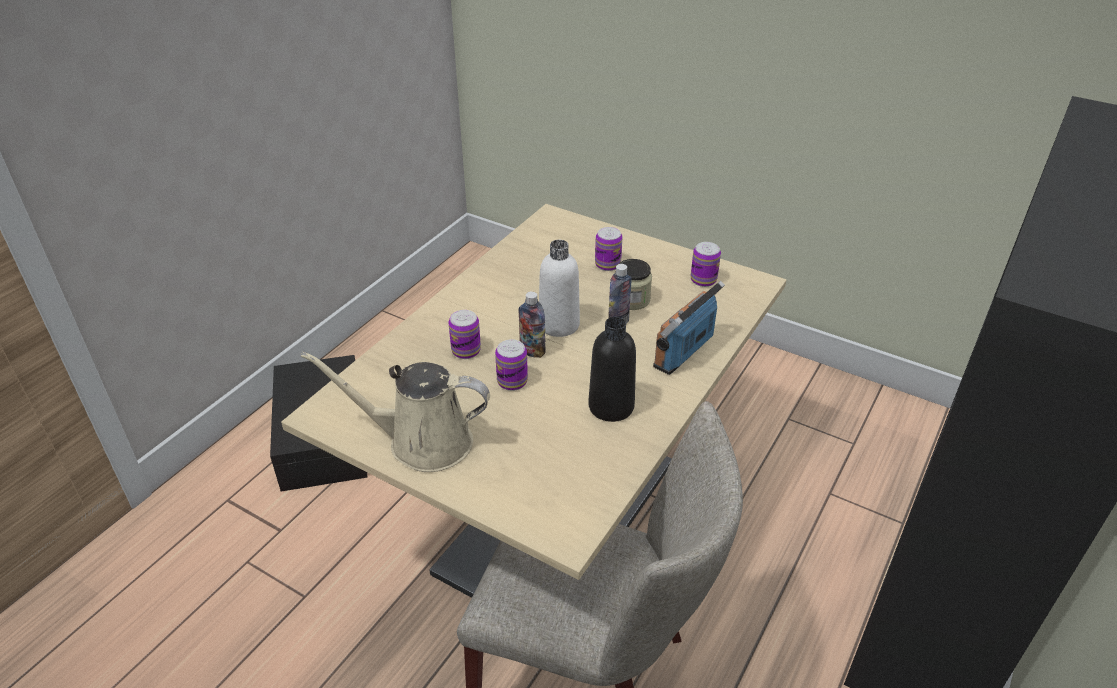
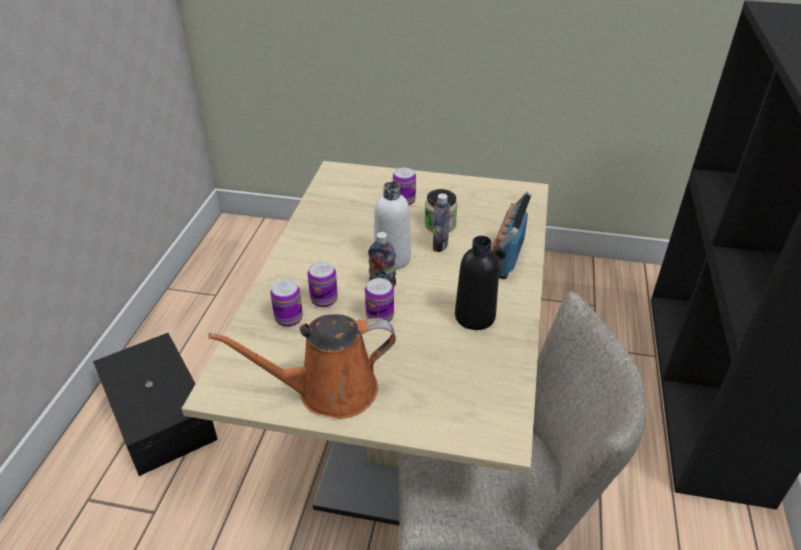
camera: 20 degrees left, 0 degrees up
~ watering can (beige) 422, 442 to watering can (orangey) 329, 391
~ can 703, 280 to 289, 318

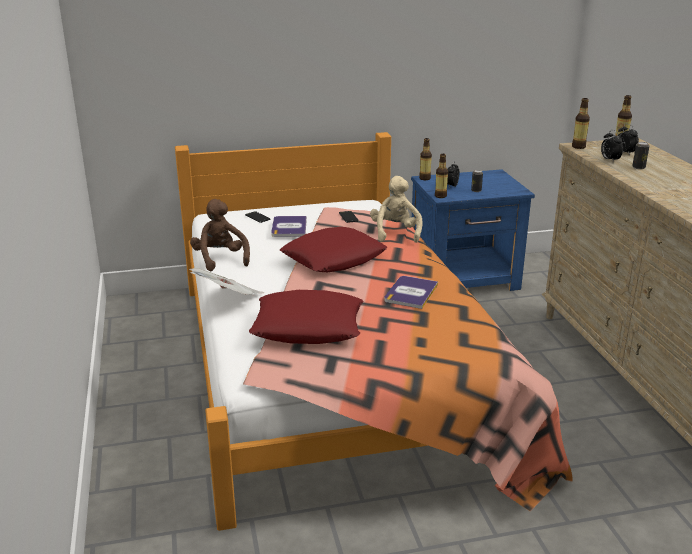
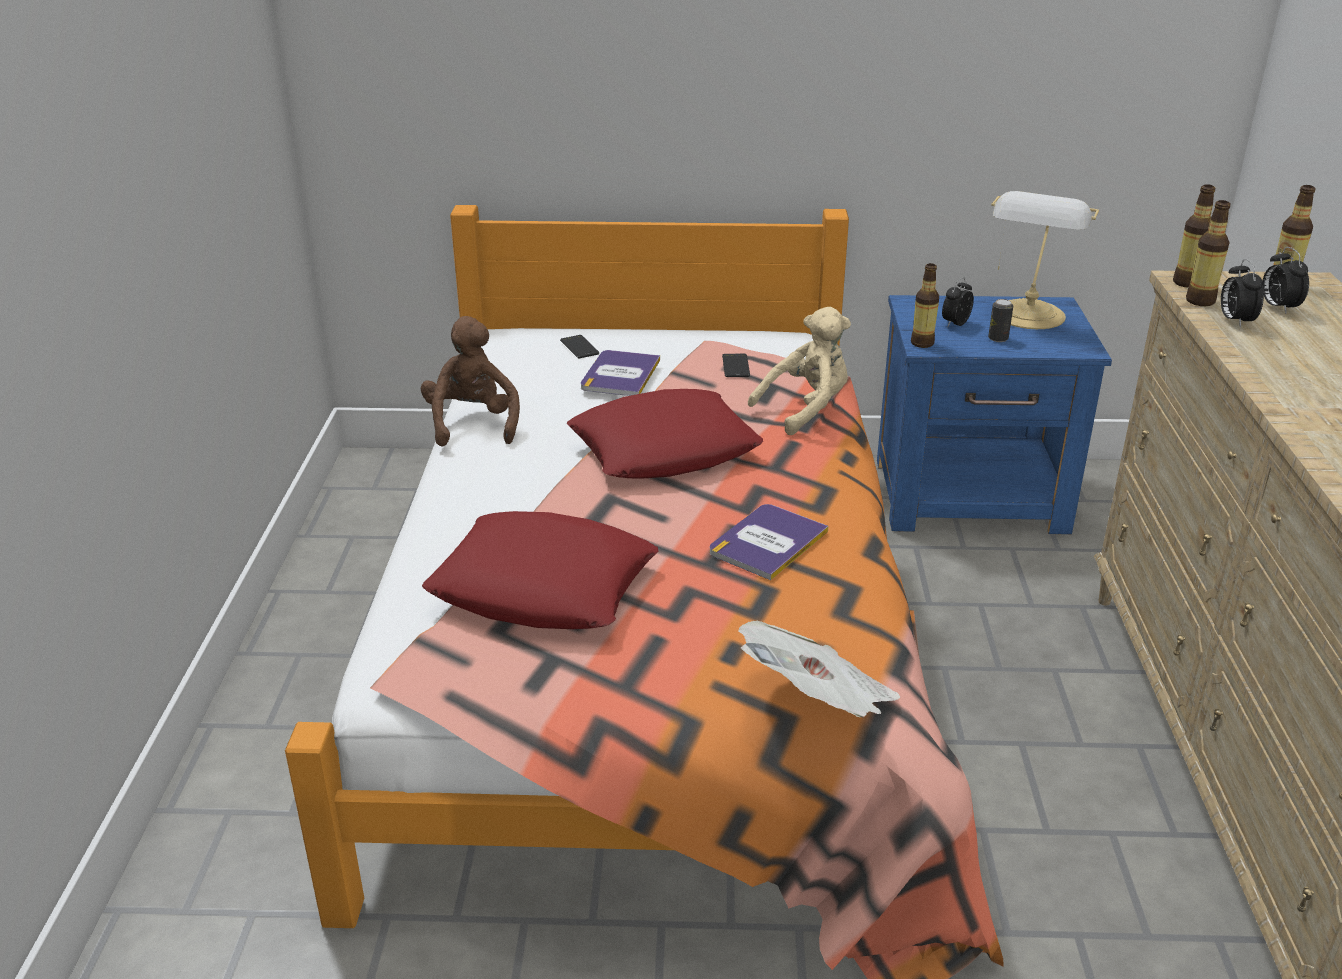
camera: 15 degrees right, 5 degrees up
~ newspaper 228, 299 to 818, 703
~ plush toy (beige) 395, 233 = 806, 409 45 degrees clockwise
+ lamp for a table 1028, 316
~ bottle 424, 178 to 1200, 301
- can 638, 167

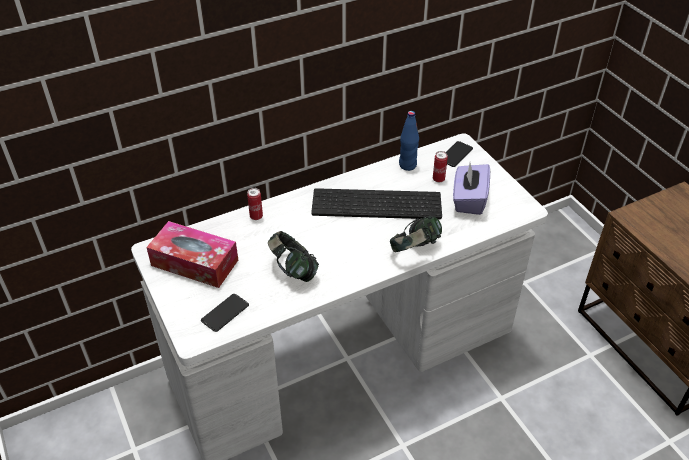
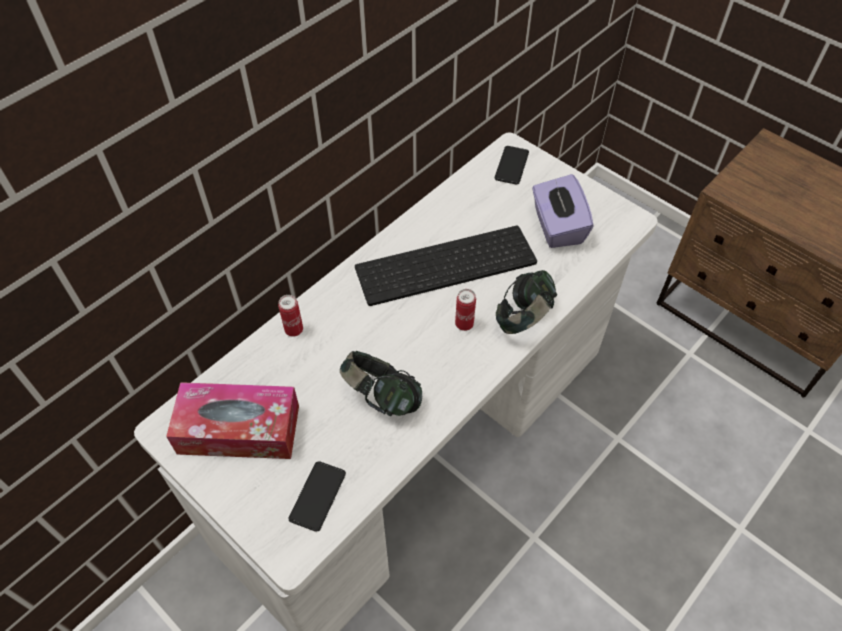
camera: 20 degrees left, 10 degrees up
~ can 438, 179 to 464, 324
- bottle (blue-coloured) 407, 165

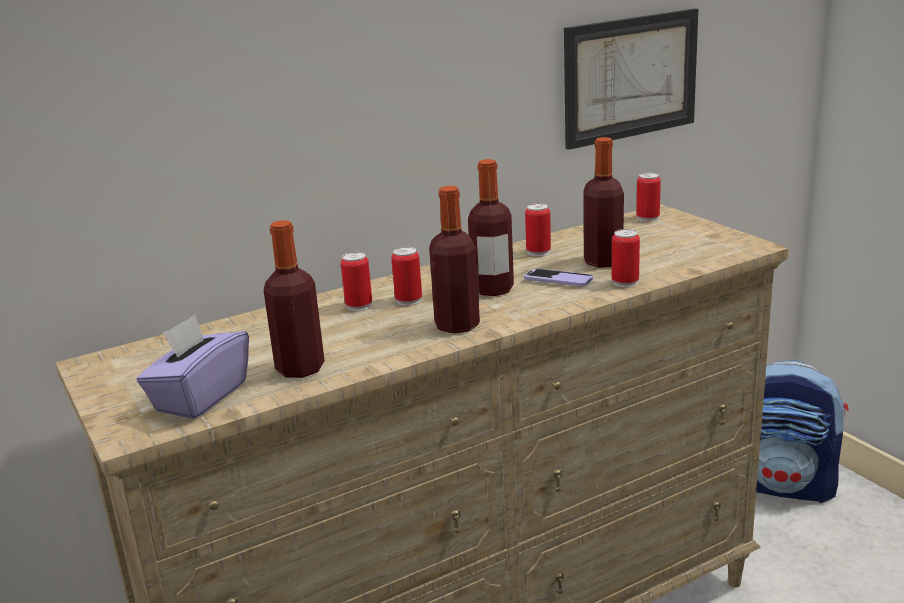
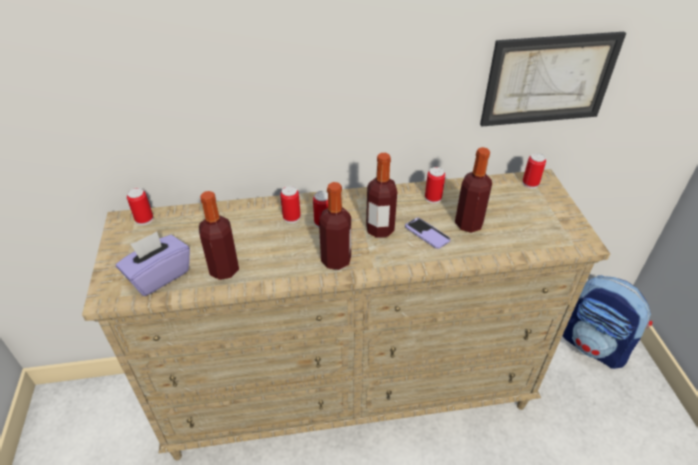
camera: 20 degrees right, 20 degrees up
~ can 625, 282 to 144, 219

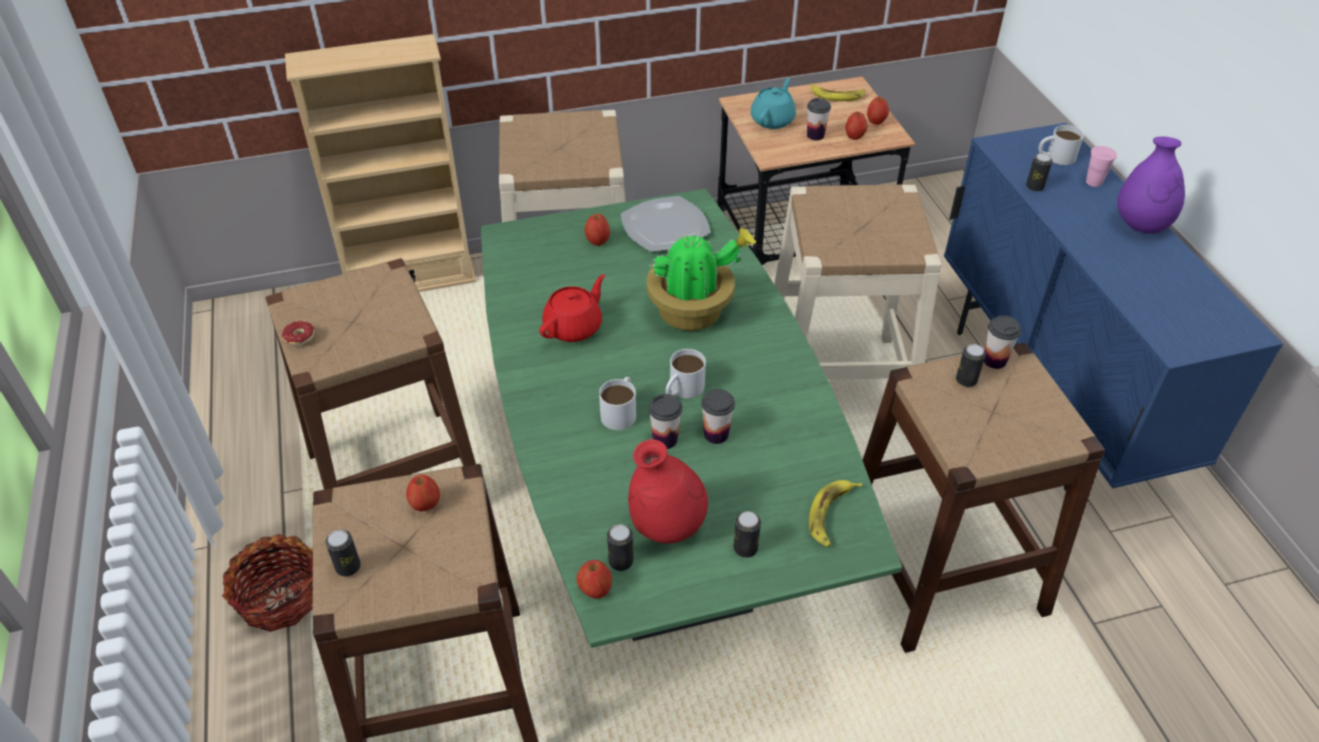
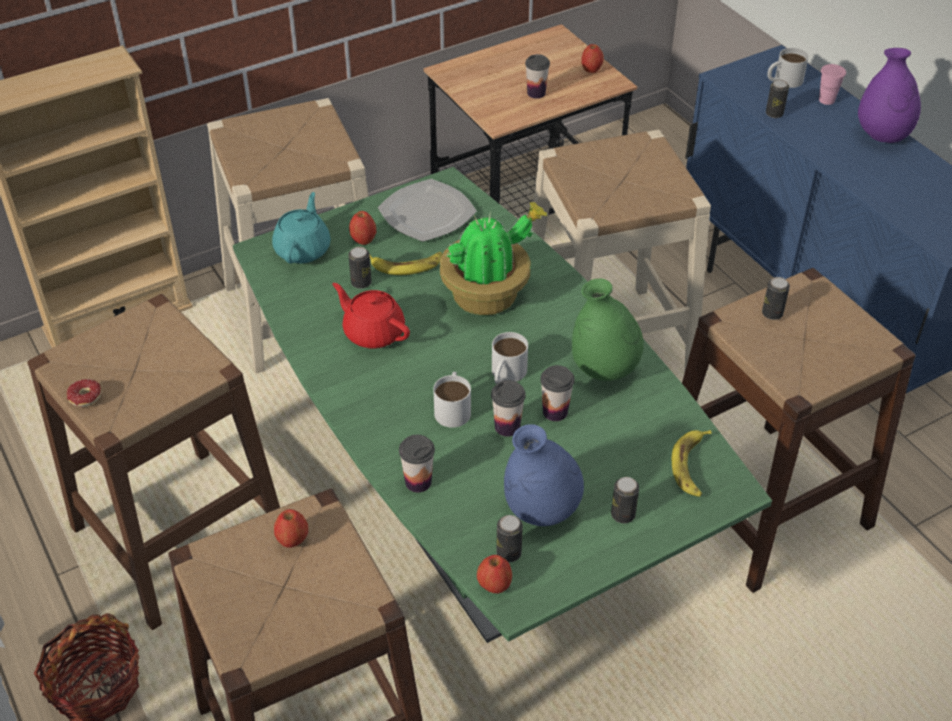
camera: 15 degrees left, 0 degrees up
~ pot for tea (turquoise) 773, 120 to 303, 249
~ pot for tea (reddish) 574, 327 = 373, 332 75 degrees counterclockwise
~ can 348, 567 to 361, 282
~ whole banana 837, 95 to 406, 265
~ cup 994, 360 to 418, 482
~ vase (reddish) 667, 527 to vase (blue-coloured) 541, 511
+ vase (green-coloured) 604, 370
- whole apple 854, 136

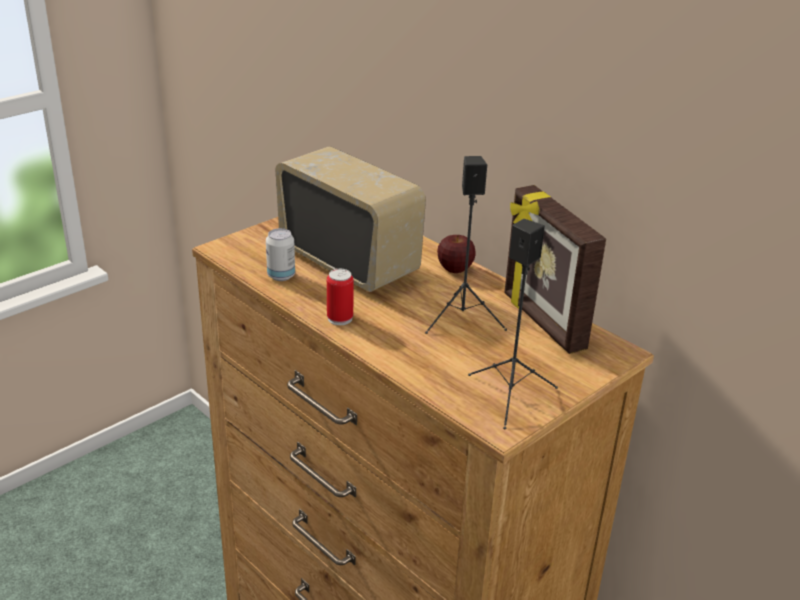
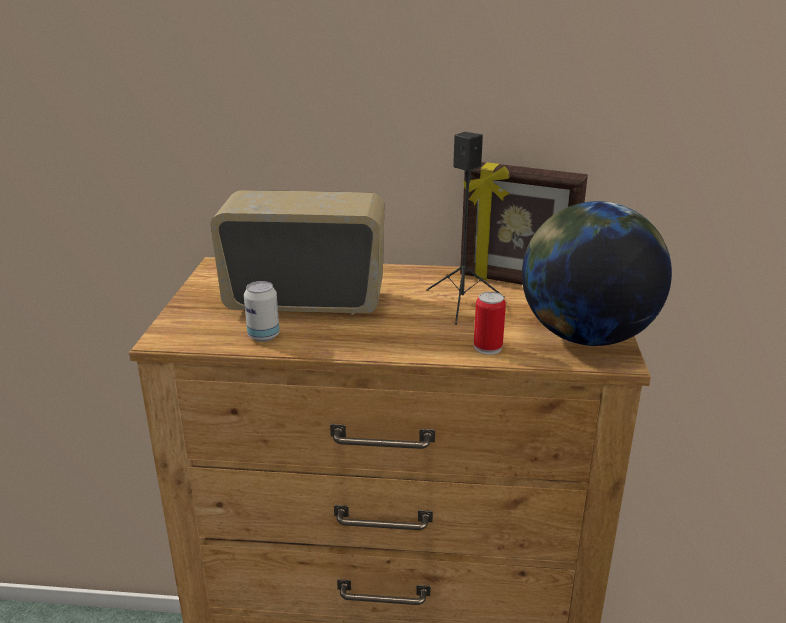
camera: 40 degrees left, 5 degrees down
~ can 340, 318 to 487, 347
~ loudspeaker (blackish) 511, 395 to world globe 585, 336
- whole apple 454, 269

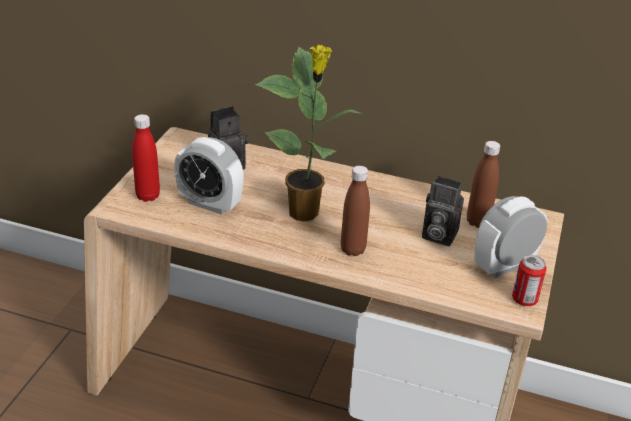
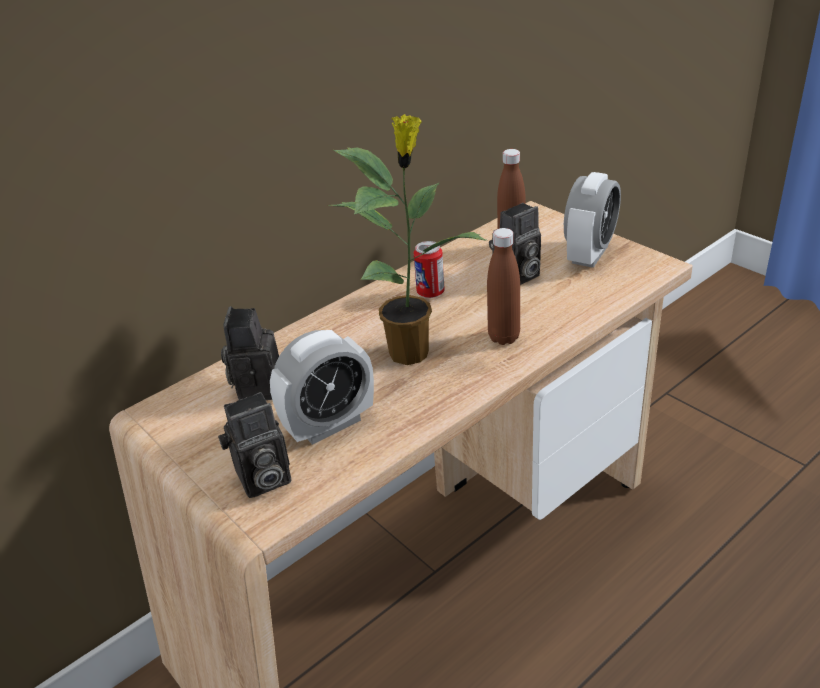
camera: 55 degrees left, 0 degrees up
~ bottle (reddish) 148, 196 to still camera 262, 480
~ can 524, 299 to 430, 292
~ bedside clock 504, 265 = 589, 254 150 degrees counterclockwise

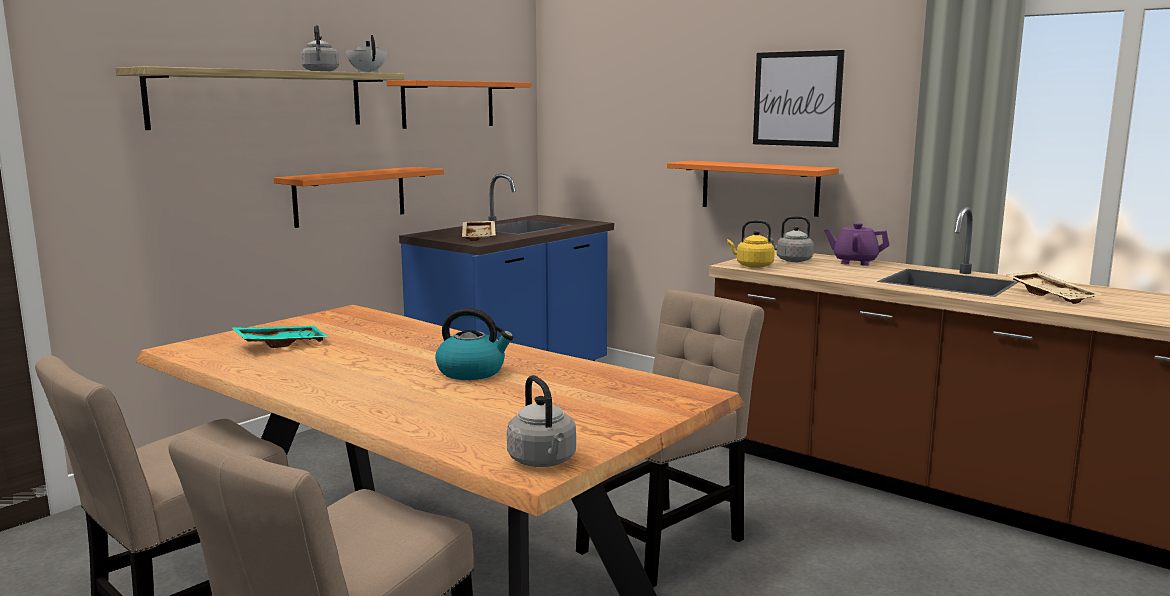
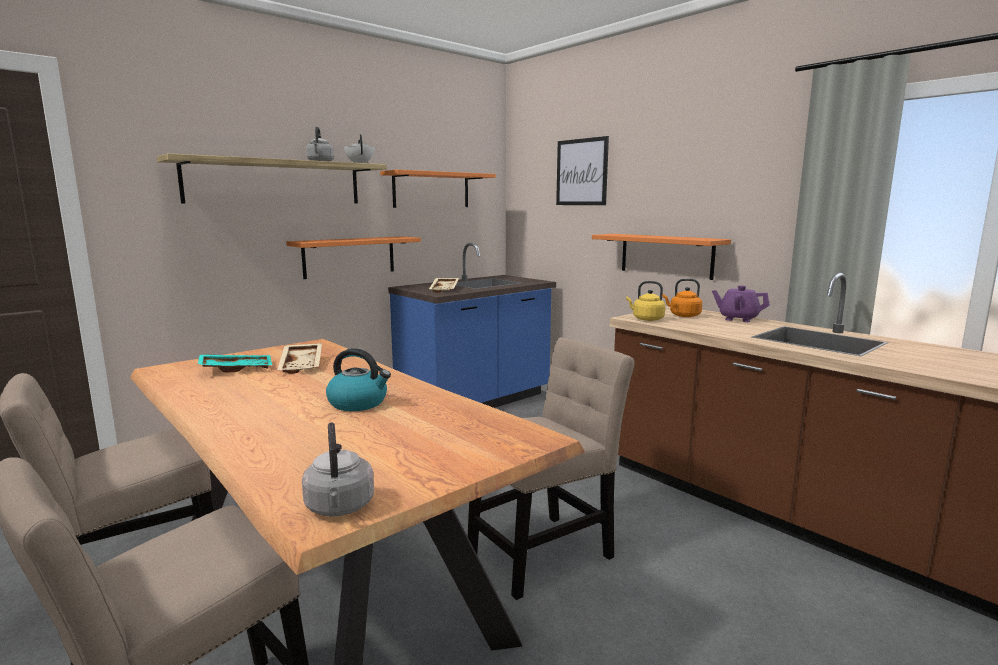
camera: 10 degrees right, 0 degrees up
~ serving tray (beige) 1052, 296 to 303, 365
~ wall picture 797, 99 to 581, 172
~ kettle (greyish) 791, 260 to kettle (orangey) 683, 315

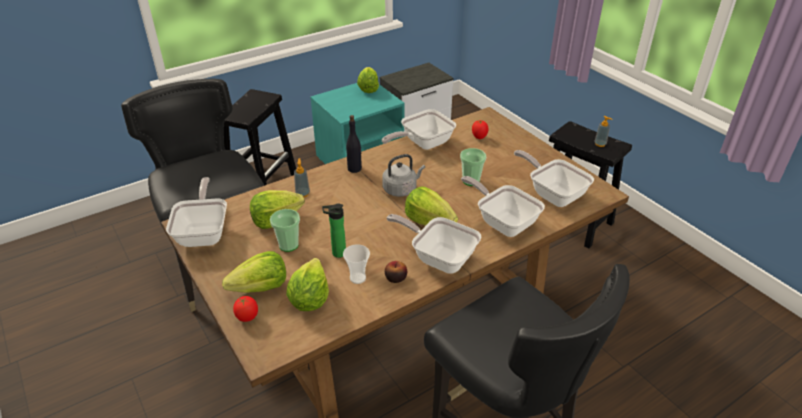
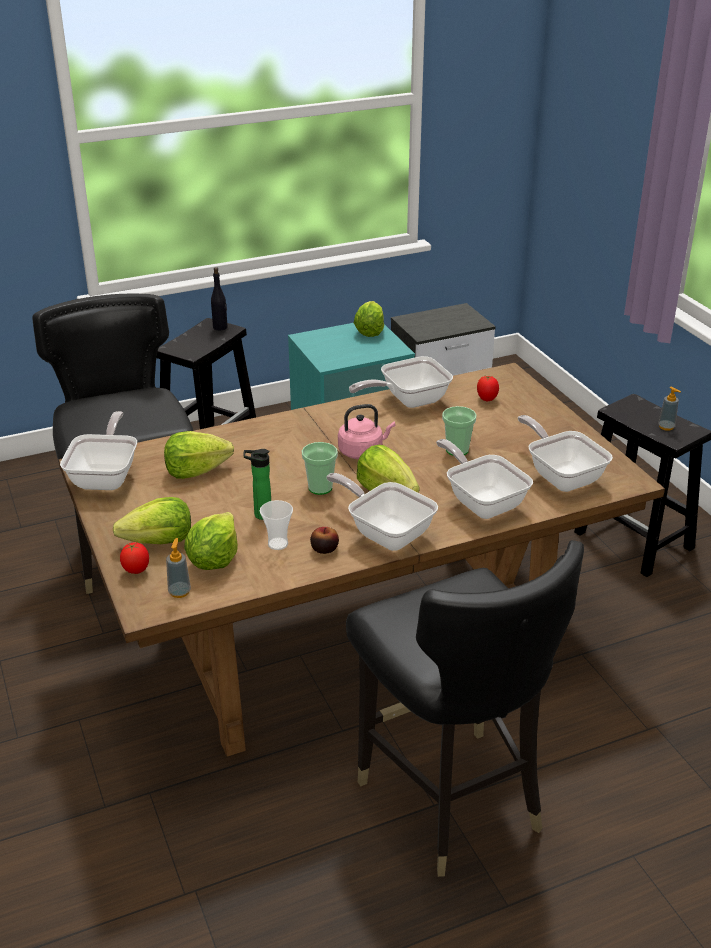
camera: 10 degrees right, 5 degrees down
~ soap dispenser 302, 194 to 179, 592
~ bottle (blackish) 354, 169 to 220, 327
~ cup 288, 245 to 320, 488
~ kettle (greyish) 401, 189 to kettle (pinkish) 363, 451

